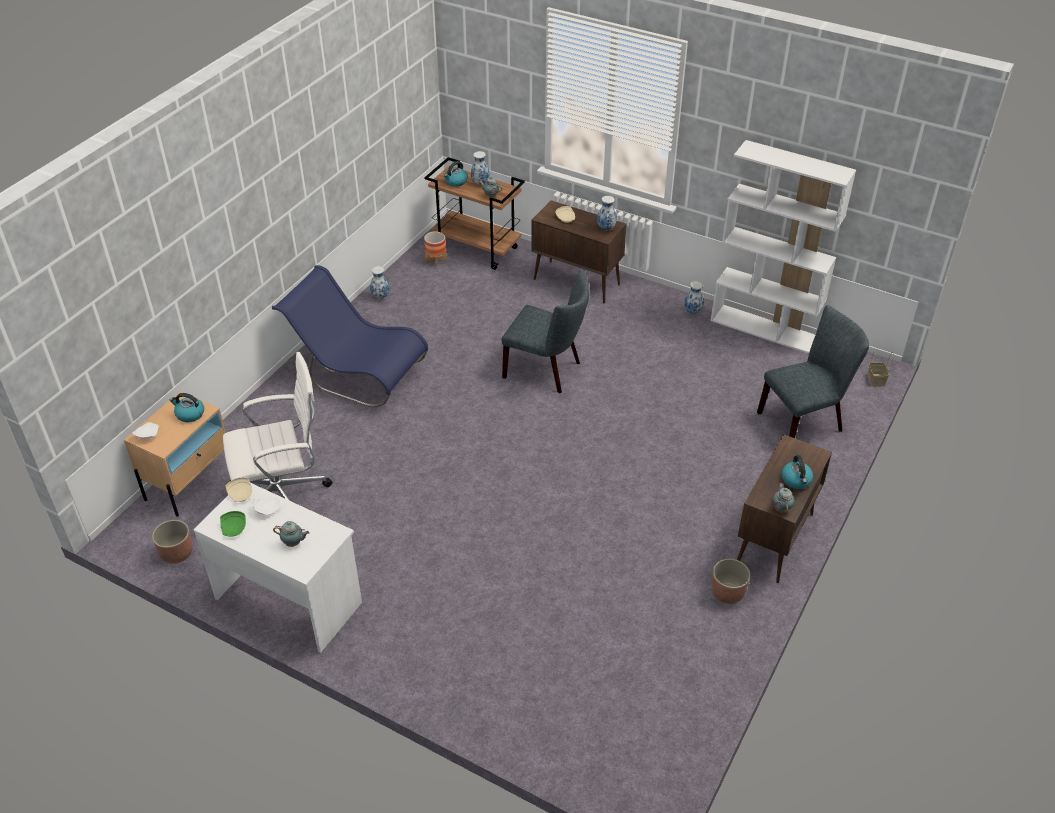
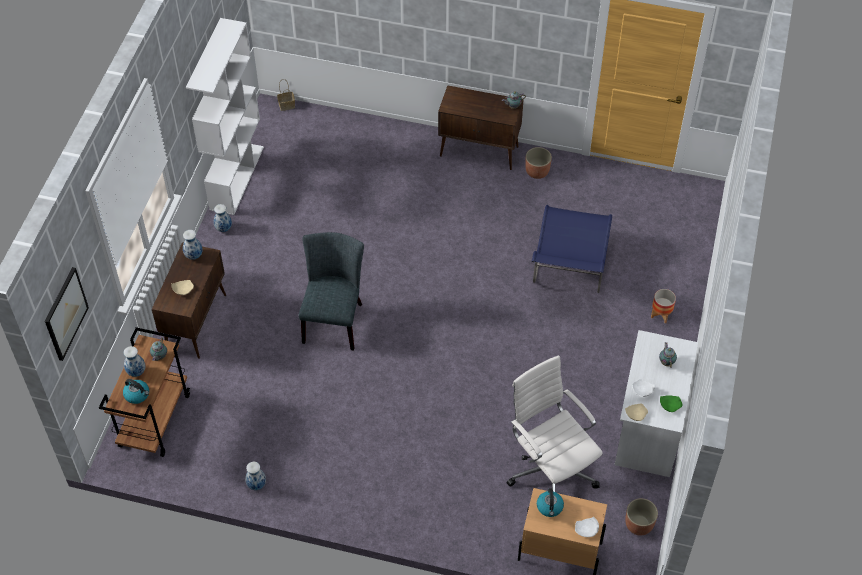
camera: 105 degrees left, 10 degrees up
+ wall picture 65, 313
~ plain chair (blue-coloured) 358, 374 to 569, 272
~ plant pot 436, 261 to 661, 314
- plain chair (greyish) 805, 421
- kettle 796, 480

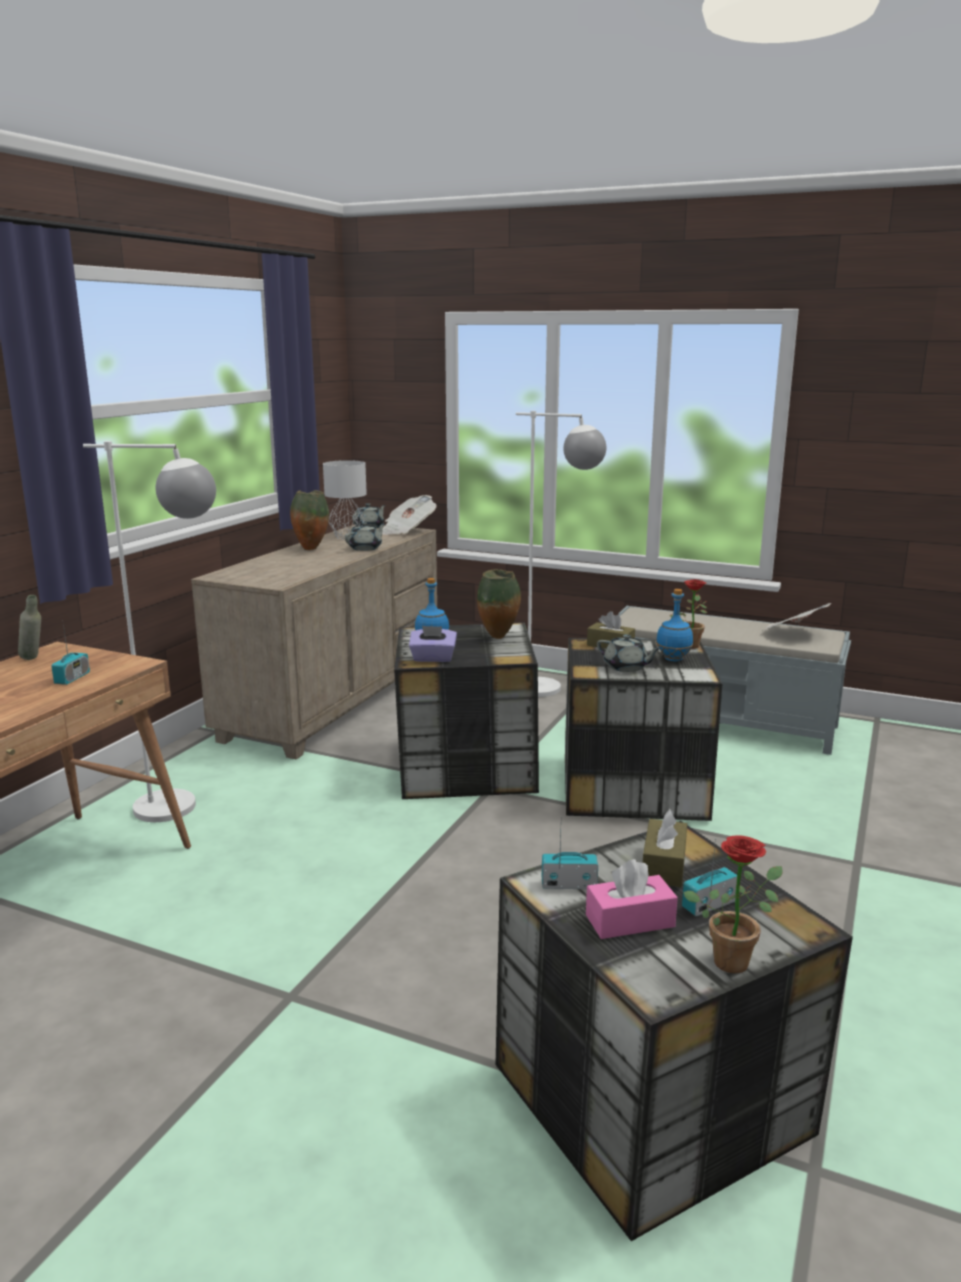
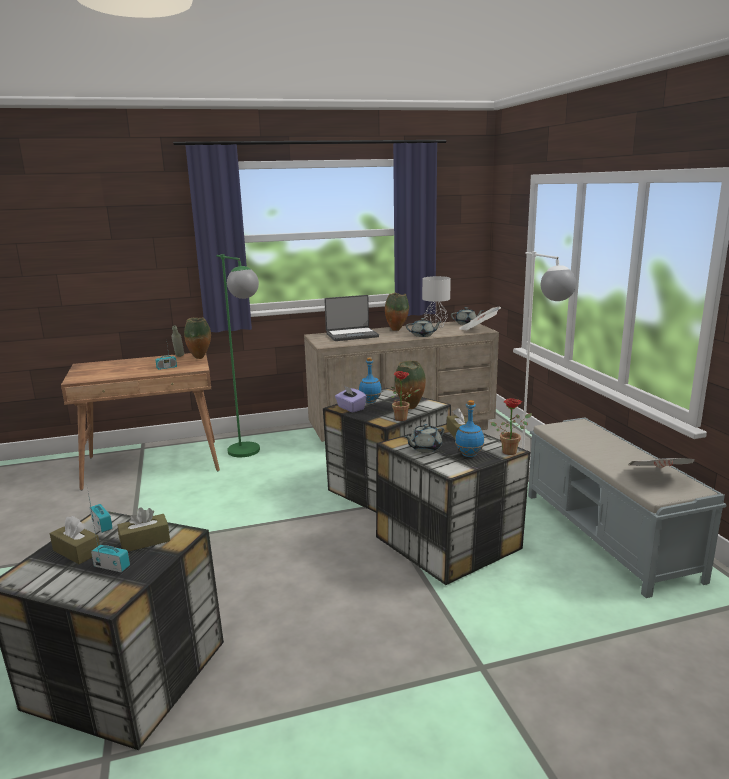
camera: 50 degrees right, 0 degrees up
~ tissue box (pinkish) 630, 921 to tissue box (brown) 77, 551
+ vase 200, 358
~ standing lamp (whitish) 186, 808 to standing lamp (green-coloured) 249, 454
+ notebook computer 352, 335
~ plant in a pot 734, 959 to 403, 418
~ pot for tea (greyish) 626, 667 = 424, 448 60 degrees clockwise

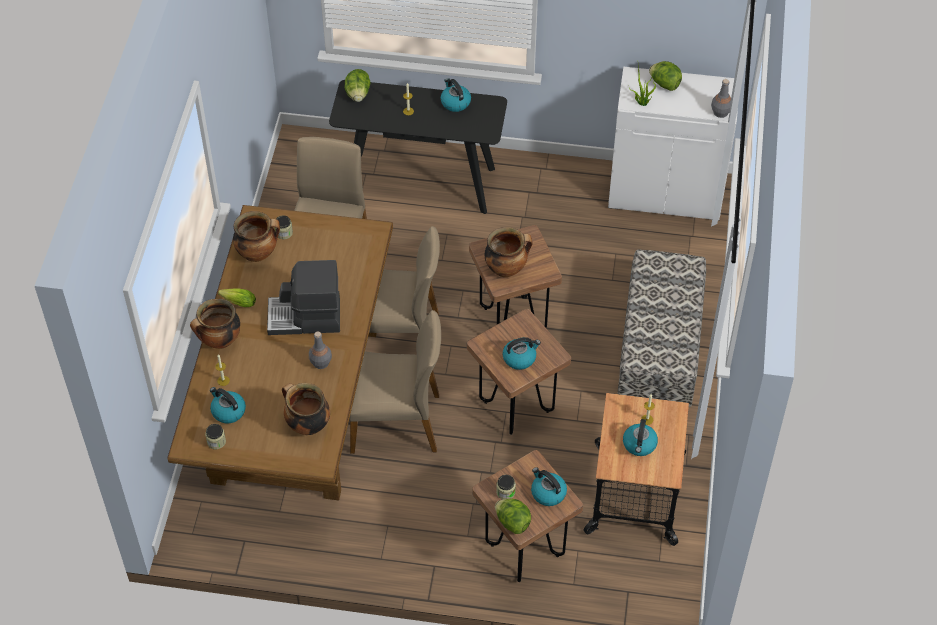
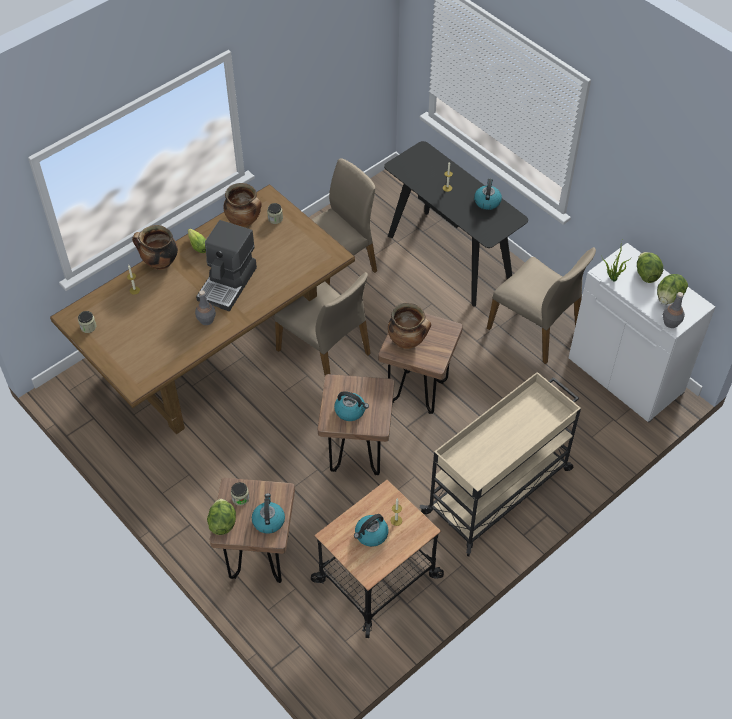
camera: 40 degrees right, 0 degrees up
~ coffee maker 305, 318 = 228, 283 105 degrees counterclockwise
~ long seat 659, 354 to cart (beige) 499, 490
~ plain chair (beige) 397, 422 to 535, 328
~ head of lettuce 358, 94 to 668, 297
- kettle 228, 411
- stockpot 307, 425

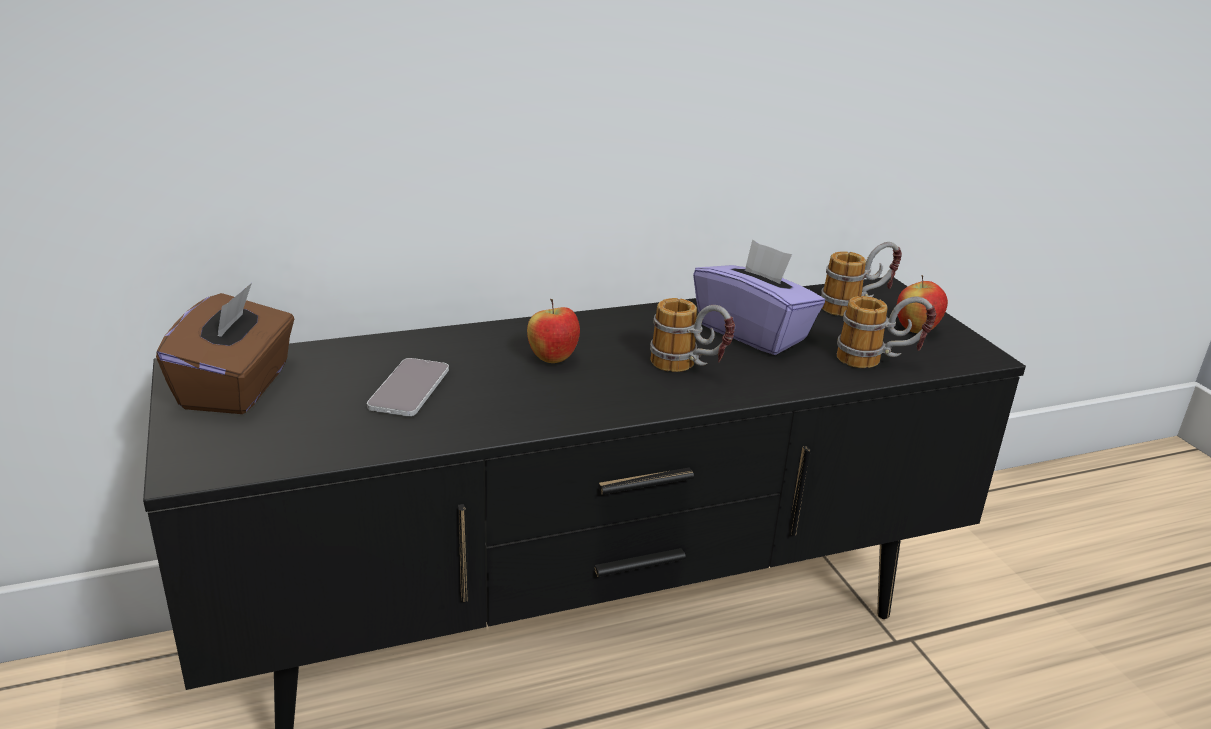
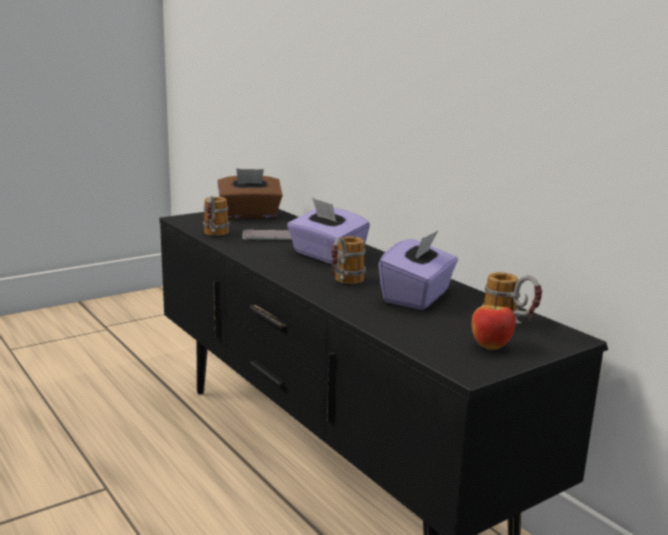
camera: 75 degrees right, 10 degrees down
~ coffee mug 879, 362 to 214, 235
~ whole apple 553, 359 to tissue box (purplish) 326, 256

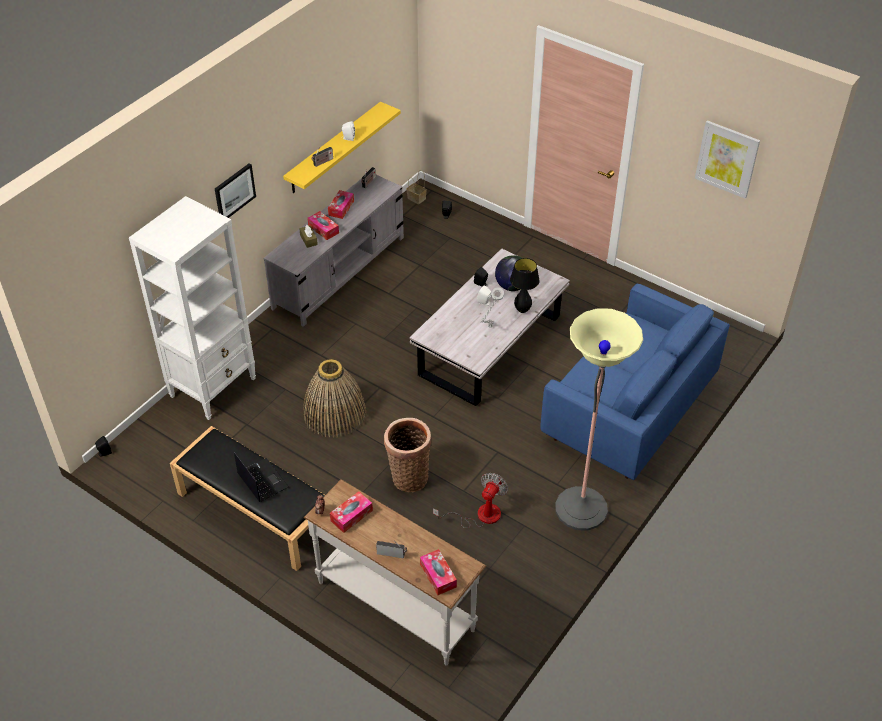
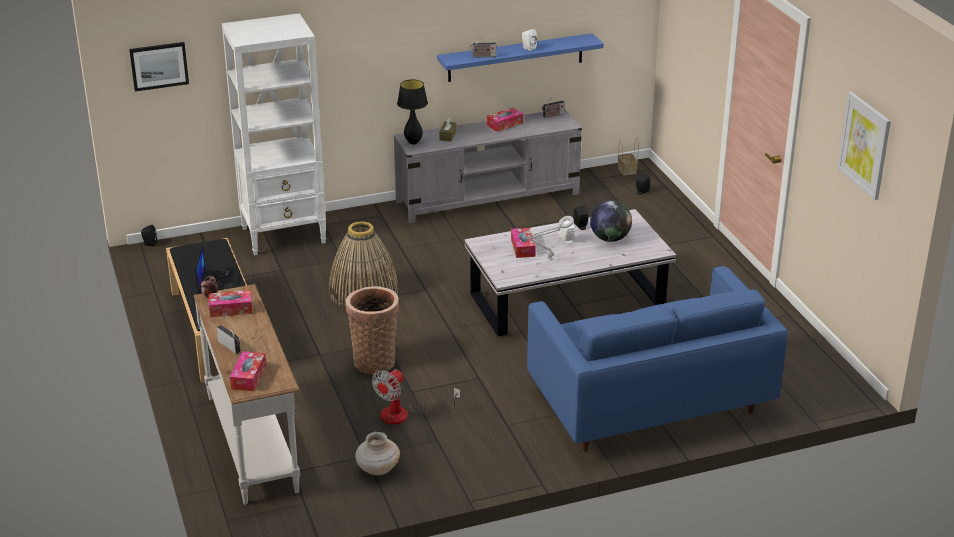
camera: 35 degrees right, 15 degrees down
~ wall picture 234, 192 to 159, 66
+ vase (beige) 377, 469
~ cooling fan 480, 515 = 405, 415 150 degrees clockwise
~ lamp for a table (blackish) 522, 310 to 413, 142
~ wall shelf (yellowish) 334, 148 to wall shelf (blue-coloured) 515, 57
~ tissue box 323, 229 to 523, 248
- standing lamp 581, 509

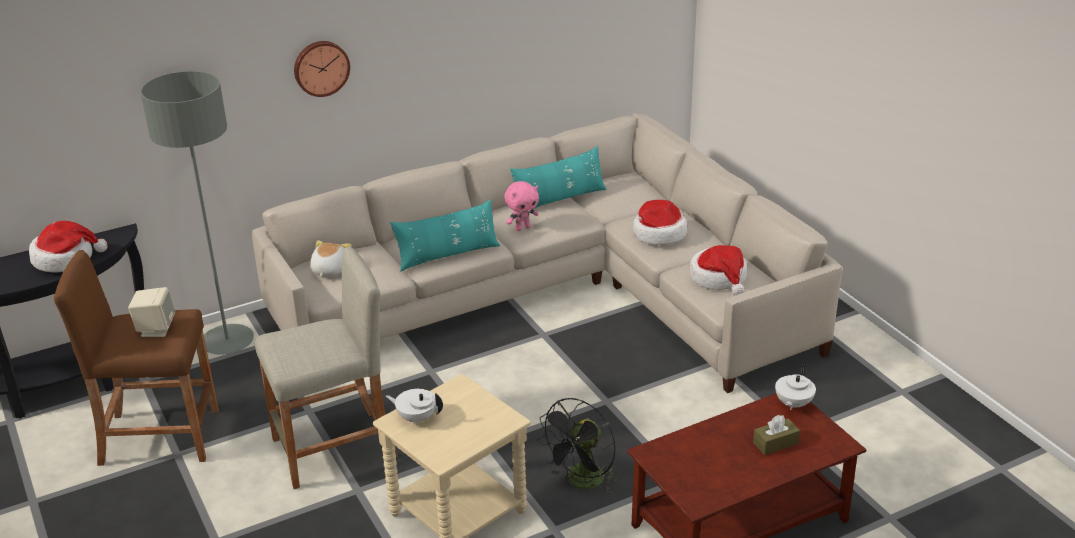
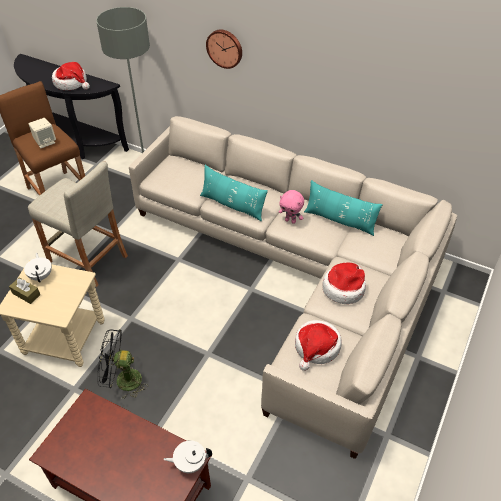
camera: 55 degrees right, 15 degrees up
~ tissue box (brown) 775, 443 to 26, 294
- plush toy 329, 270

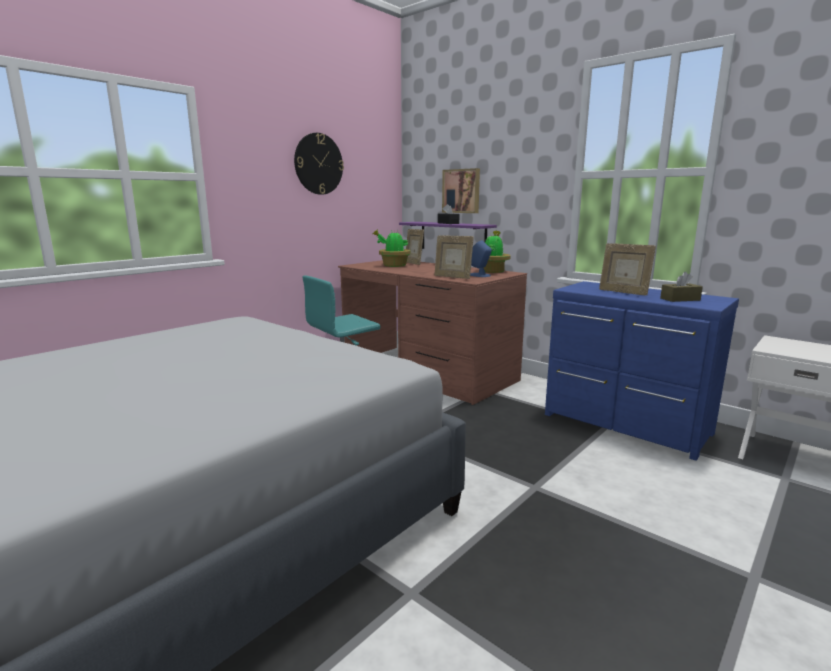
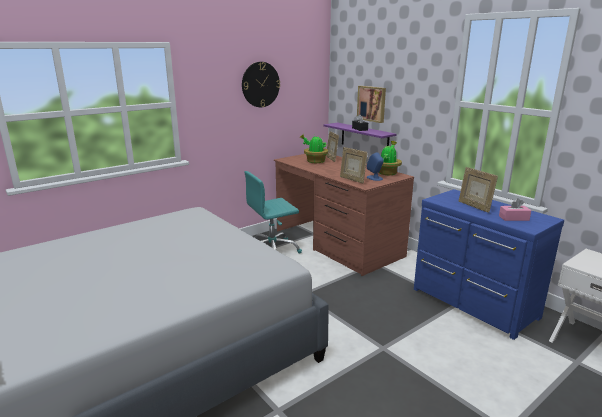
camera: 10 degrees right, 5 degrees up
~ tissue box (brown) 680, 299 to tissue box (pinkish) 513, 218

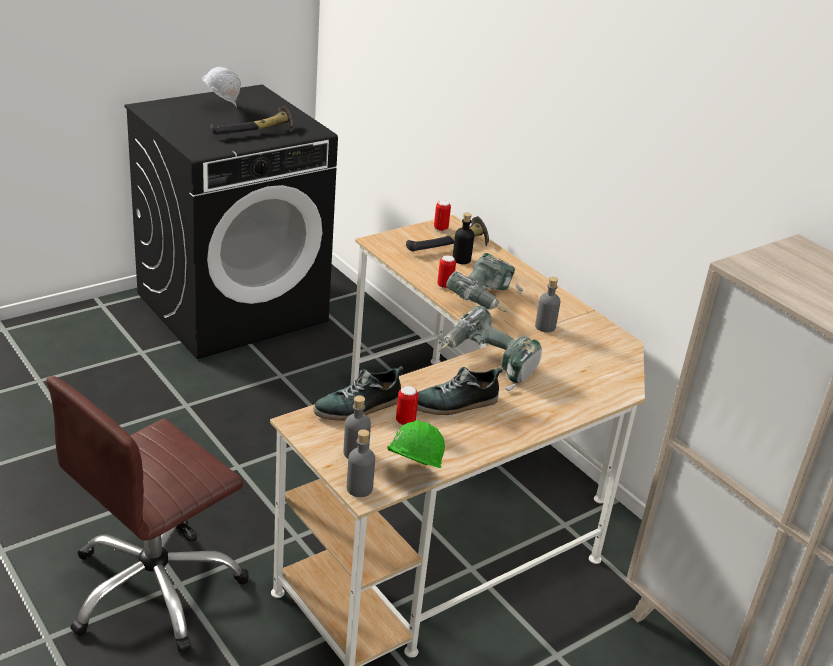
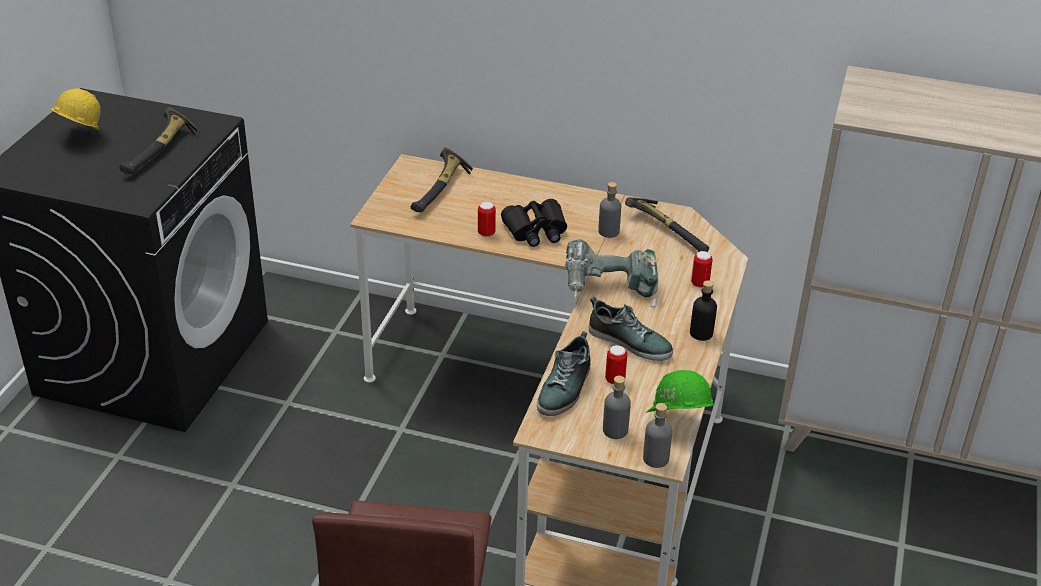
camera: 35 degrees left, 5 degrees up
~ hard hat (whitish) 221, 107 to hard hat (yellowish) 80, 137
~ electric drill 486, 301 to binoculars (blackish) 536, 231
~ low shoe 455, 403 = 630, 341 90 degrees counterclockwise
+ hammer 669, 231
~ bottle (blackish) 461, 259 to 701, 333
~ can 440, 228 to 700, 283

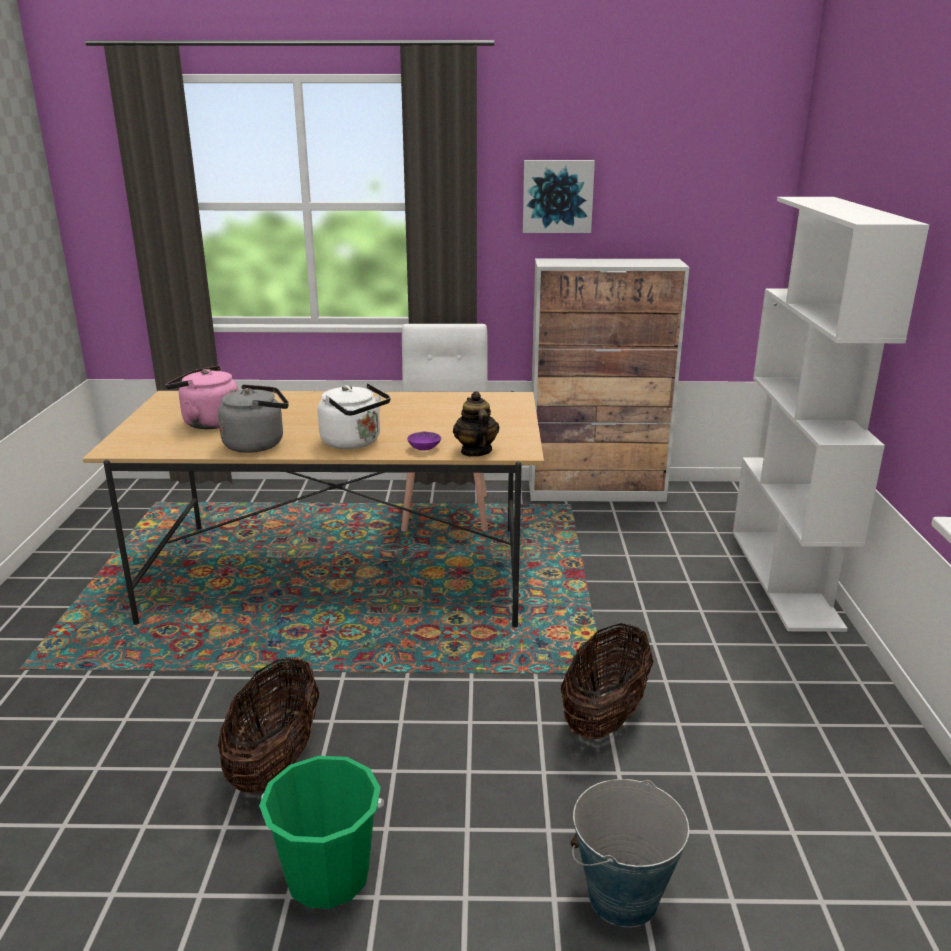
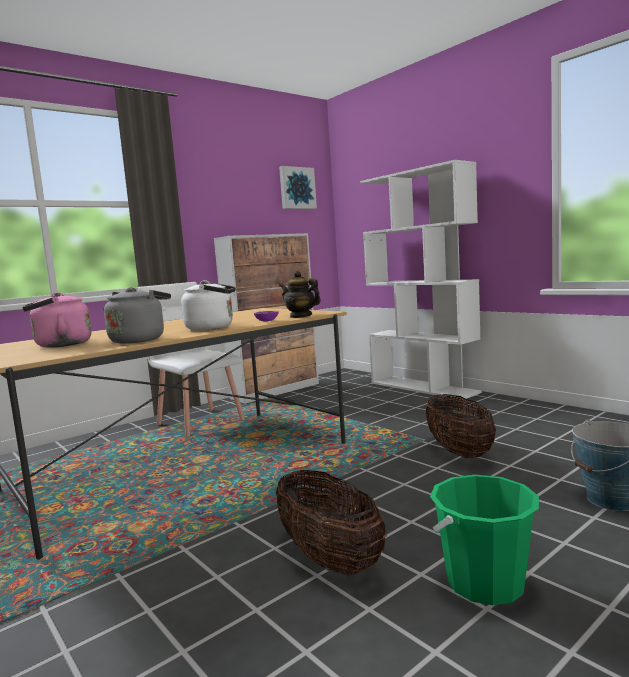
camera: 40 degrees left, 15 degrees down
~ wall picture 557, 196 to 296, 188

